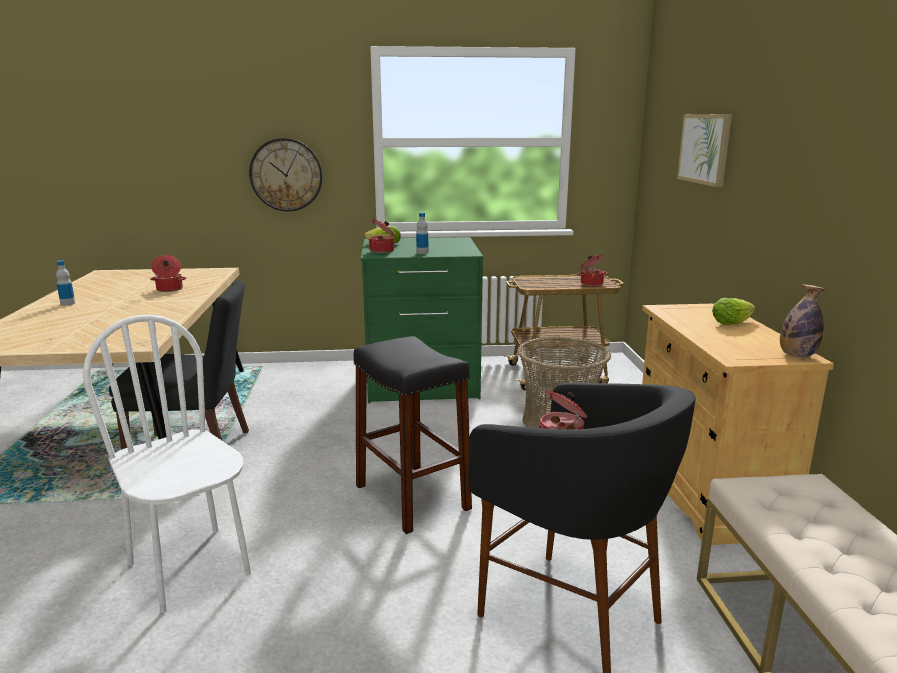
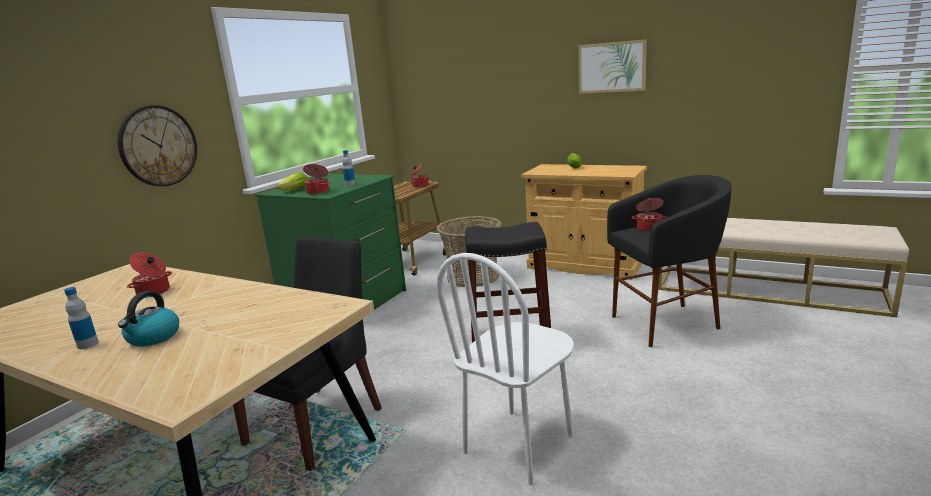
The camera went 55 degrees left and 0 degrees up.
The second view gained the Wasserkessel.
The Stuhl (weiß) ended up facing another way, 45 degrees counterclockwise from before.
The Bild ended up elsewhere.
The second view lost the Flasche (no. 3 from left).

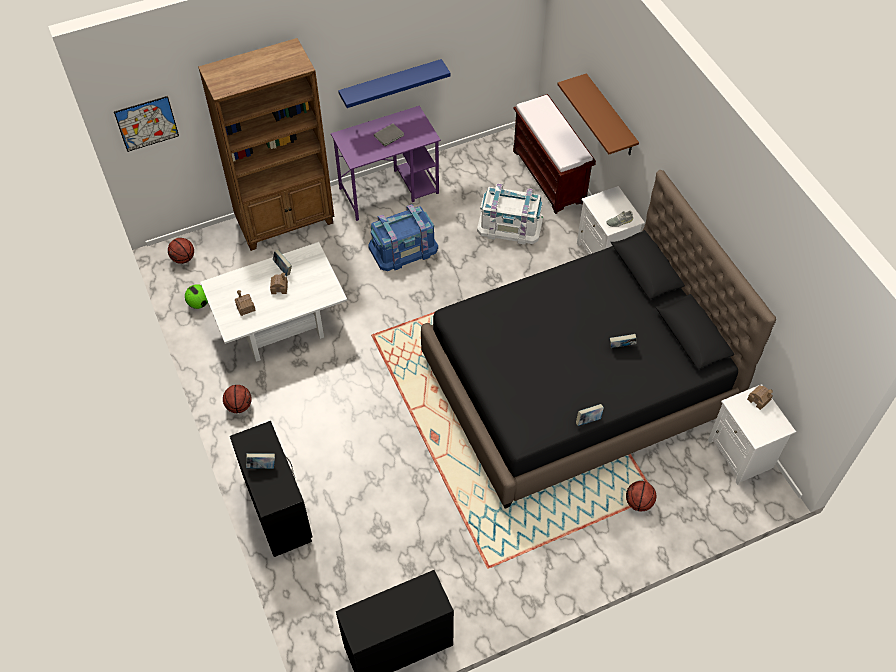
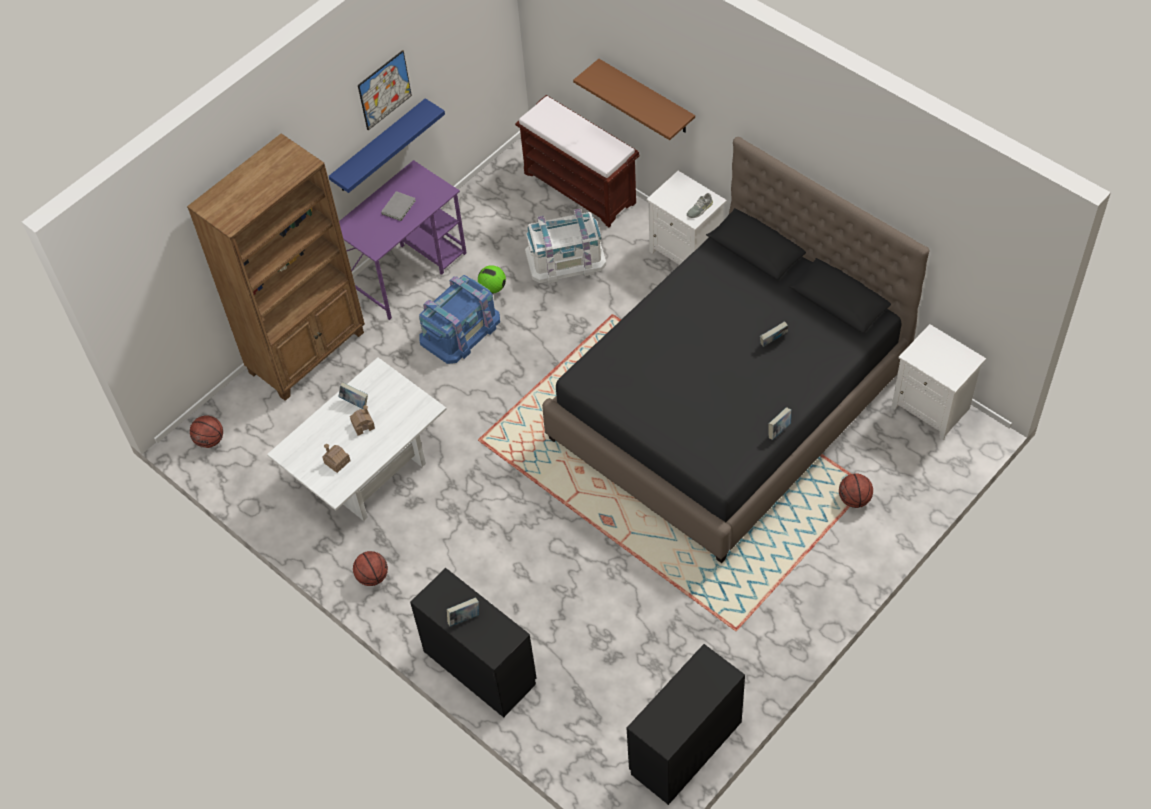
The camera went 20 degrees left and 0 degrees up.
The Bild ended up elsewhere.
The Fußball ended up elsewhere.
The second view lost the Spielzeughaus (no. 3 from left).

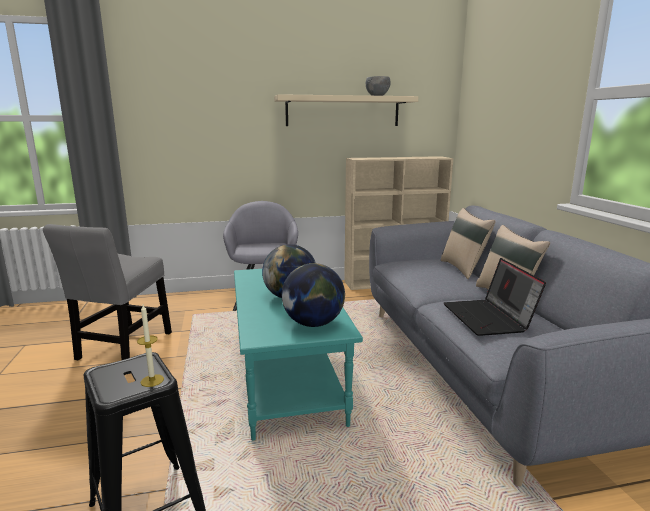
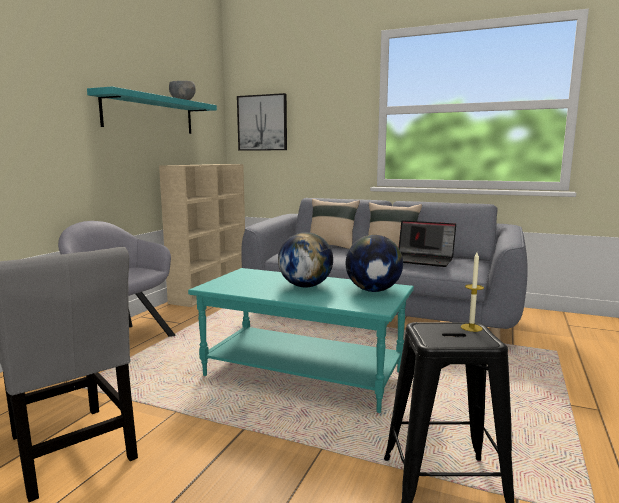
The camera went 55 degrees left and 5 degrees down.
What was the Wandregal (beige) turned into the Wandregal (türkis).
The second view gained the Bild.

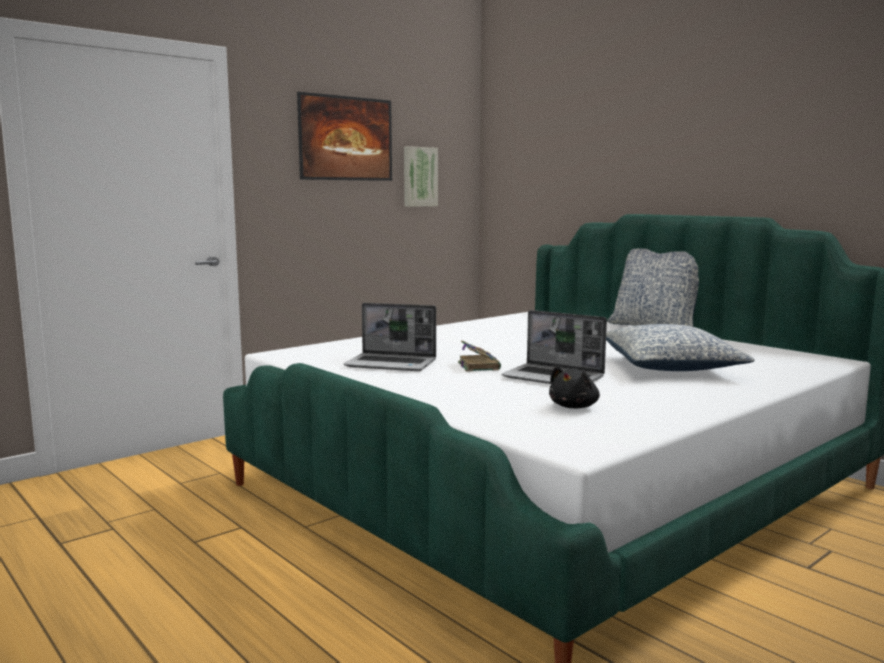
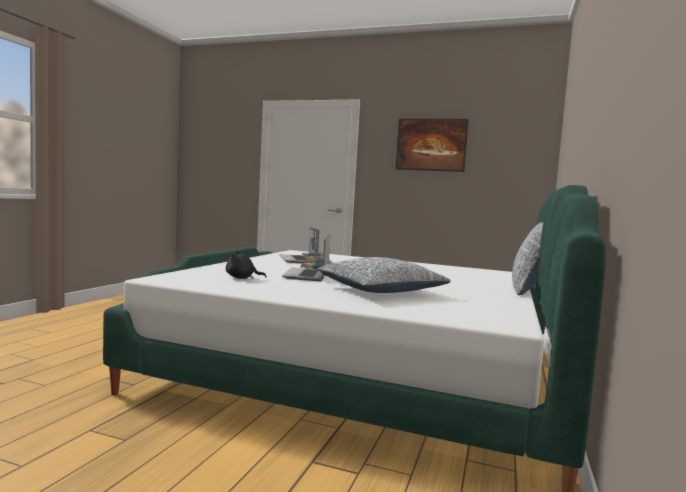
The camera went 60 degrees right and 5 degrees down.
The second view lost the Bild (no. 2 from left).

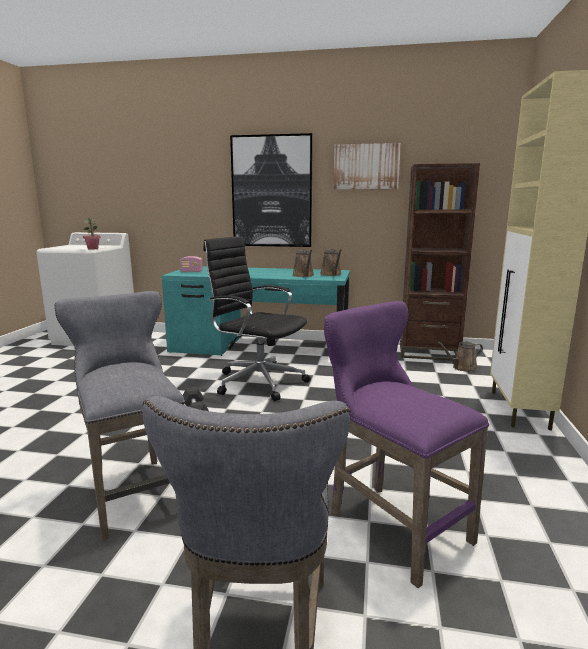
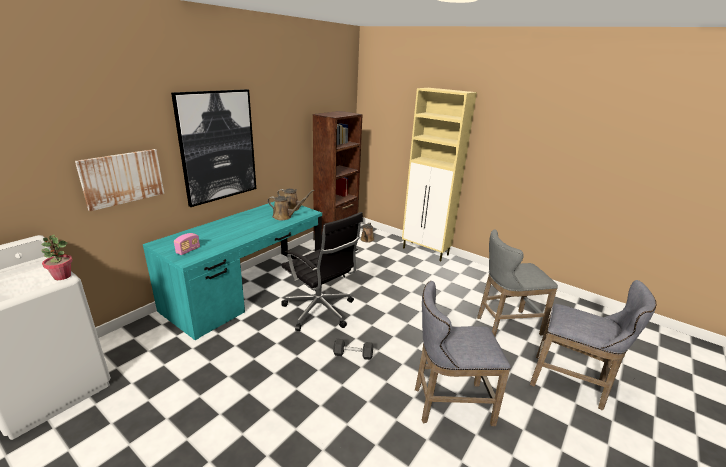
The camera went 65 degrees left and 10 degrees up.
The Bild (no. 2 from left in the first image) ended up elsewhere.
The Bürostuhl (schwarz) ended up facing another way, 105 degrees counterclockwise from before.
What was the Hocker (lila) turned into the Hocker (grau) (no. 2 from left).

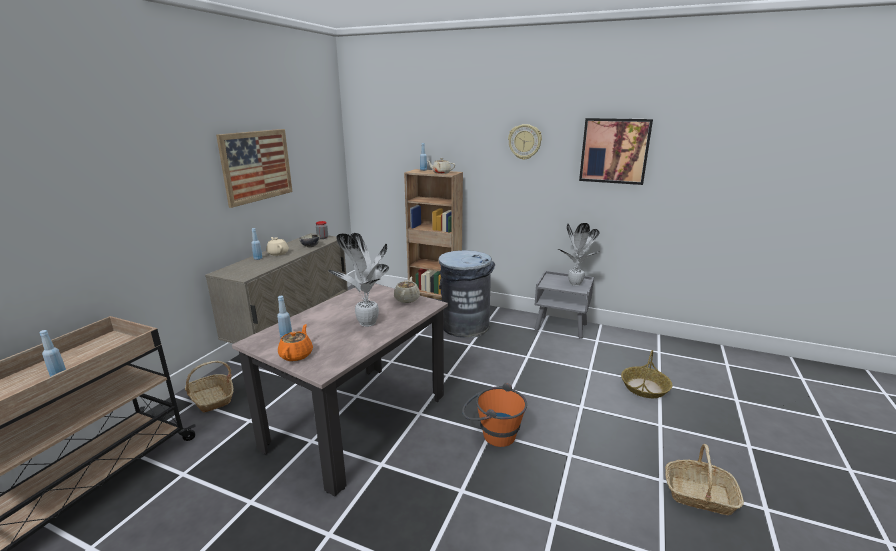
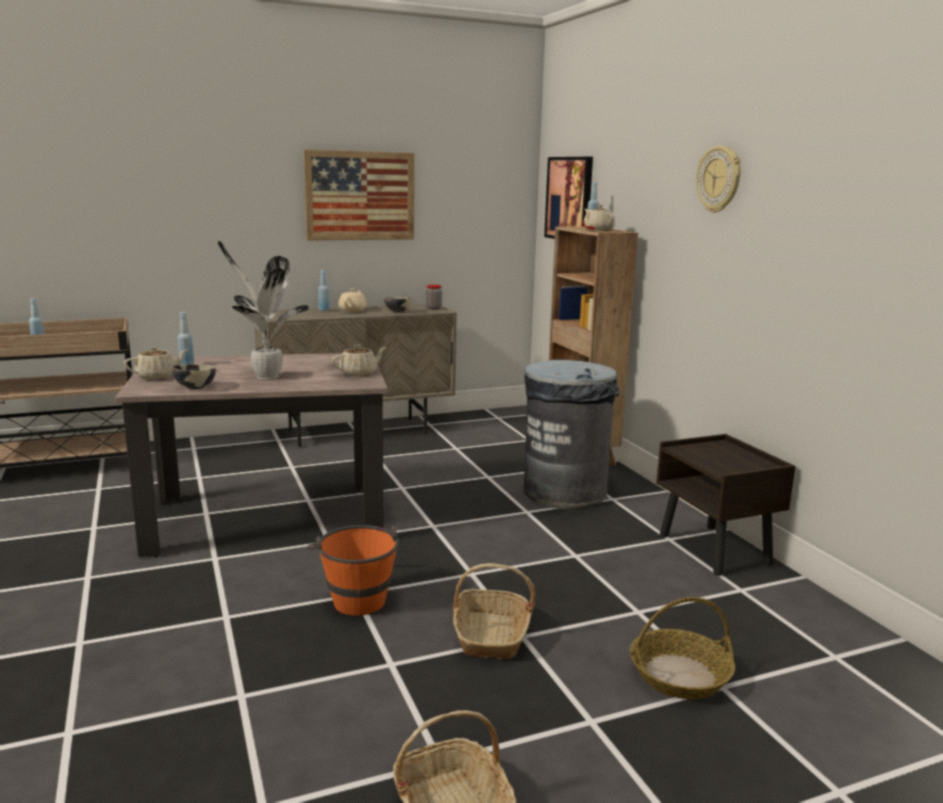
The camera went 45 degrees right and 5 degrees down.
What was the Teekanne (orange) turned into the Teekanne (beige) (no. 1 from left).
The second view gained the Schüssel (no. 1 from left).
The Korb (no. 1 from left in the first image) ended up elsewhere.
The Bild (no. 2 from left) ended up elsewhere.
What was the Nachttisch (grau) turned into the Nachttisch (braun).
The second view lost the Topfpflanze (no. 2 from left).

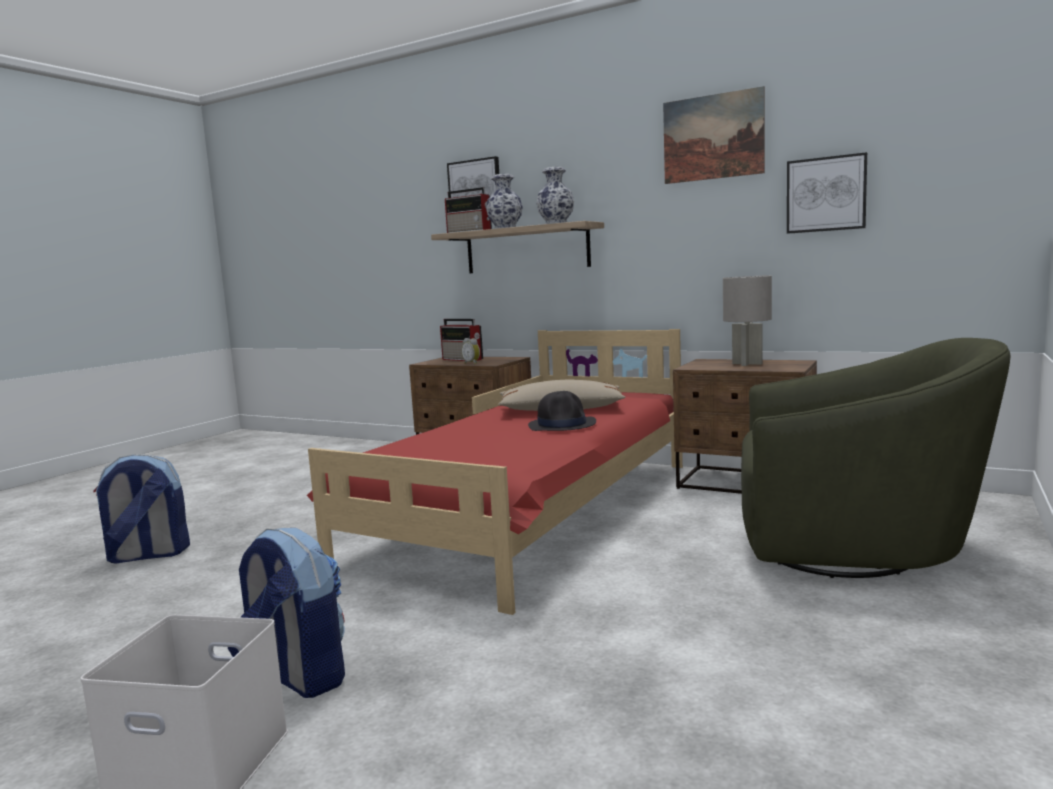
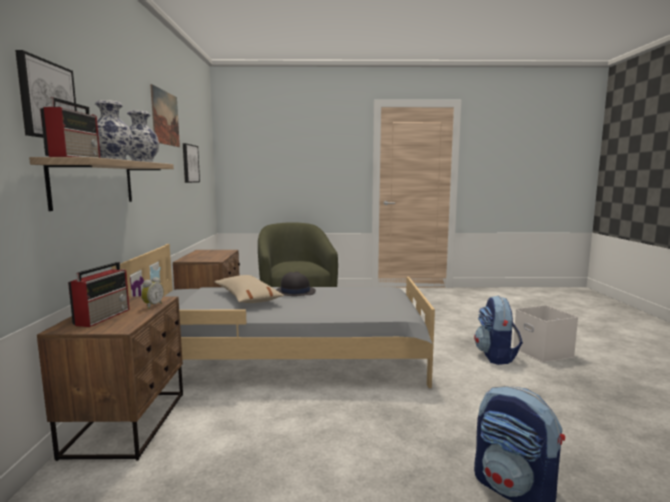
The camera went 120 degrees left and 0 degrees up.
What was the Bett (rot) turned into the Bett (grau).
The second view lost the Tischlampe (grau).

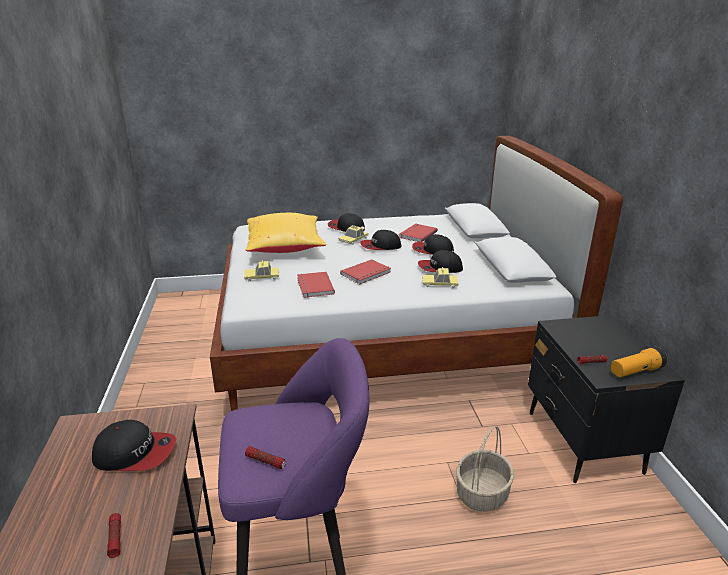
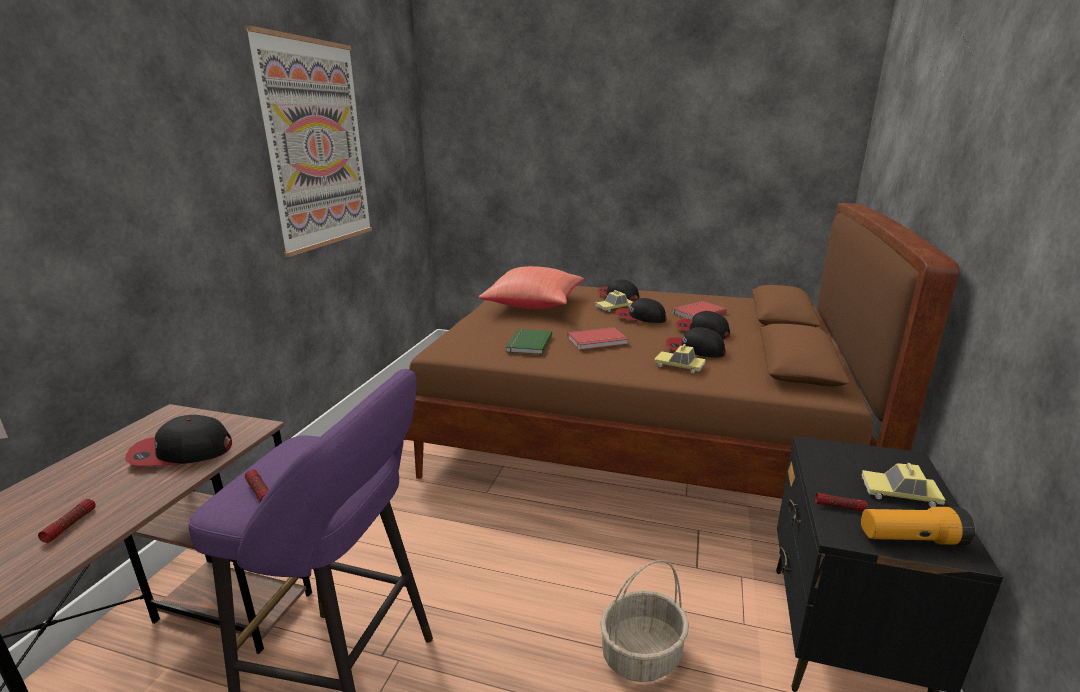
The camera went 25 degrees right and 5 degrees down.
The Kappe (no. 1 from left) ended up facing another way, 135 degrees clockwise from before.
The second view gained the Bild.
What was the Bett (weiß) turned into the Bett (braun).
What was the Kissen (gelb) turned into the Kissen (rot).
What was the Buch (rot) (no. 1 from left) turned into the Buch (grün).
The Spielzeugauto (no. 1 from left in the first image) ended up elsewhere.

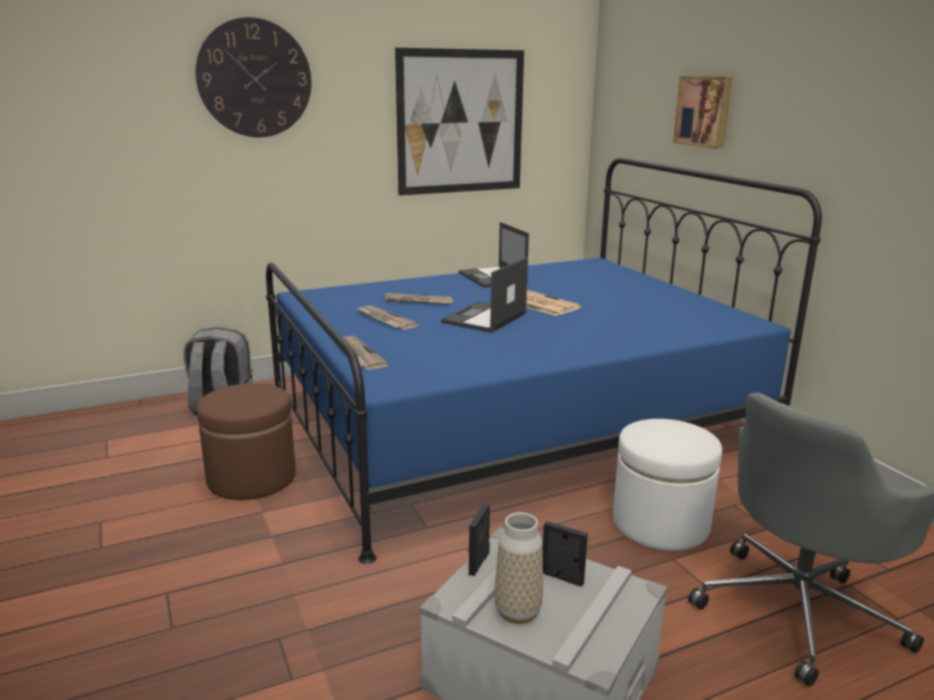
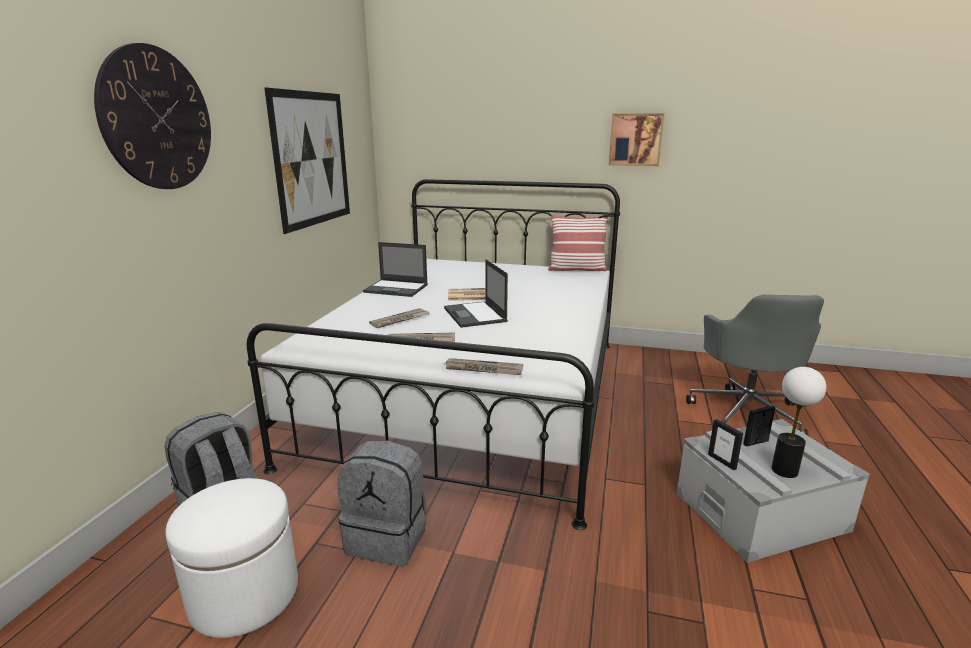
The camera went 50 degrees left and 0 degrees up.
The Polsterhocker (weiß) ended up elsewhere.
What was the Bett (blau) turned into the Bett (weiß).
Where the Polsterhocker (braun) stood, the Rucksack (grau) (no. 2 from left) came to stand.
The second view gained the Kissen.
The Bild (no. 2 from left) ended up elsewhere.
Where the Vase stood, the Tischlampe came to stand.

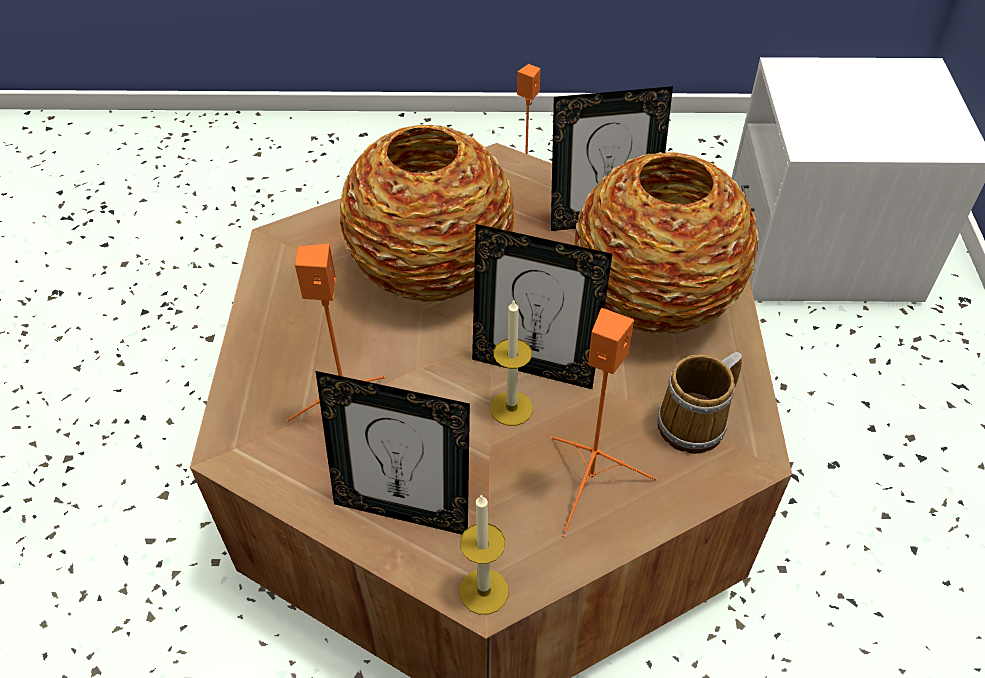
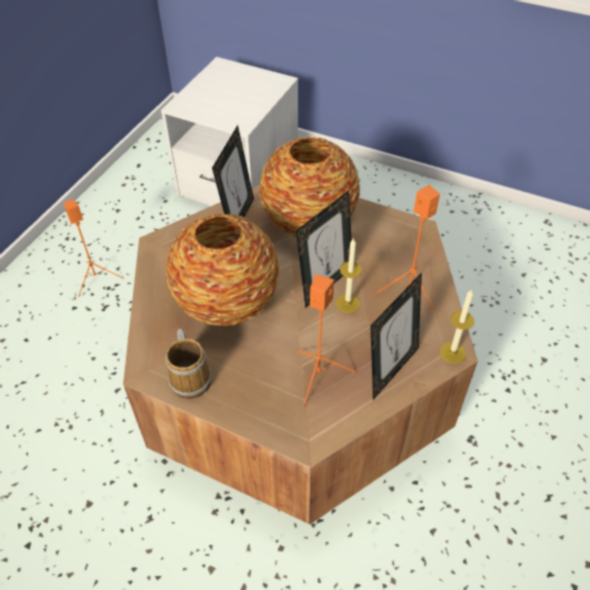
The camera went 65 degrees left and 0 degrees up.
The Henkelbecher ended up elsewhere.

